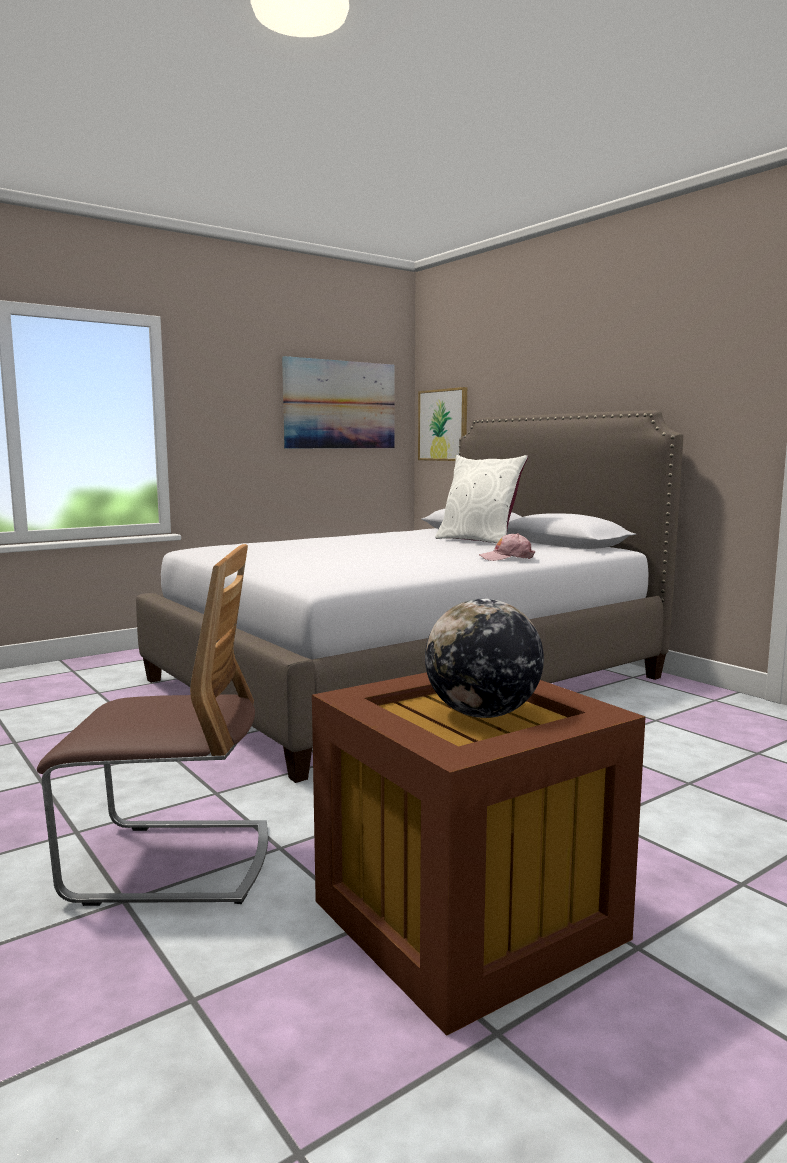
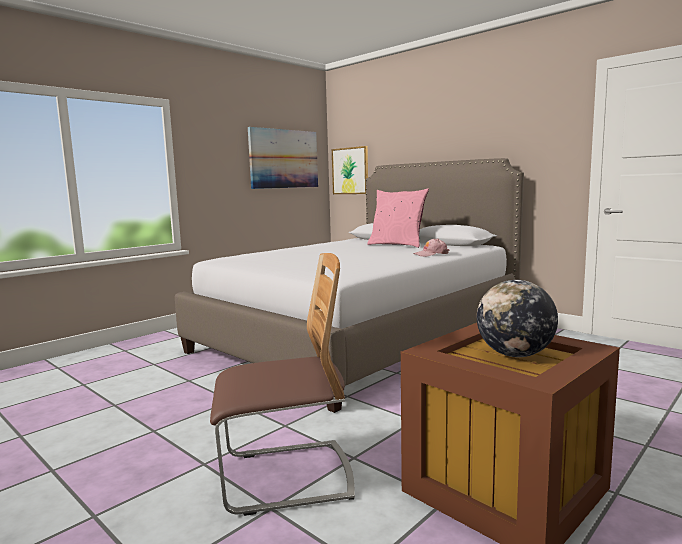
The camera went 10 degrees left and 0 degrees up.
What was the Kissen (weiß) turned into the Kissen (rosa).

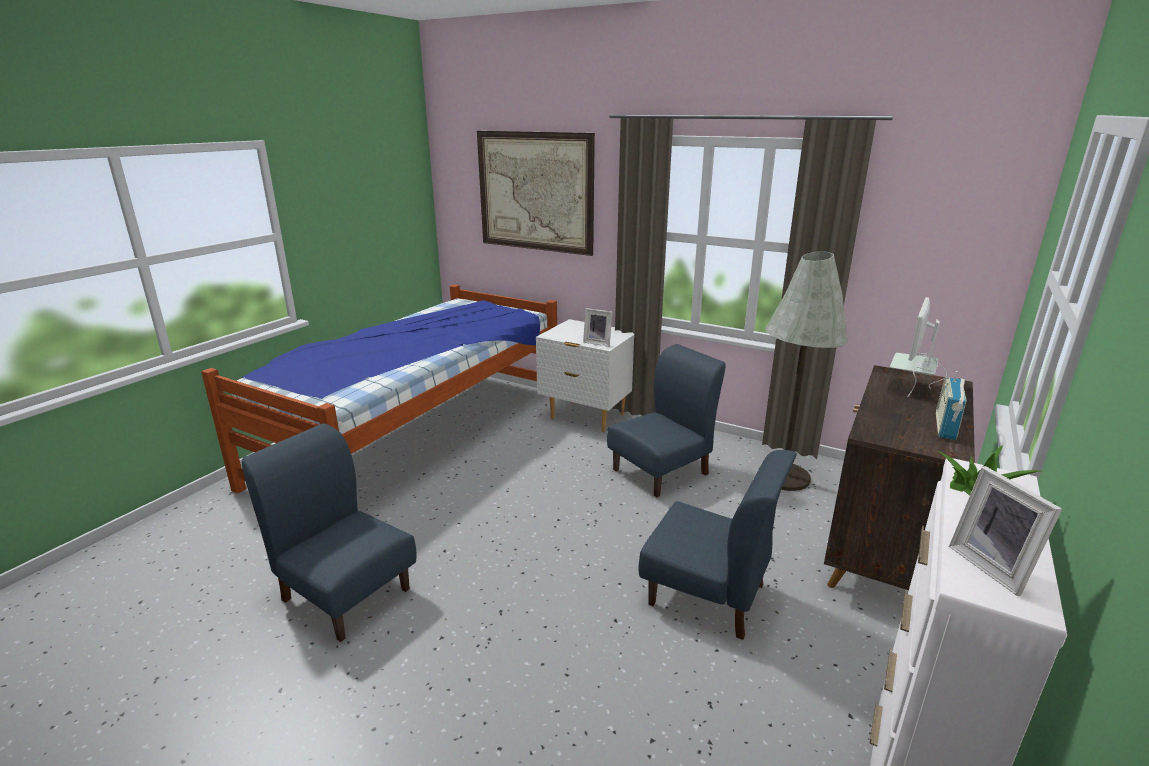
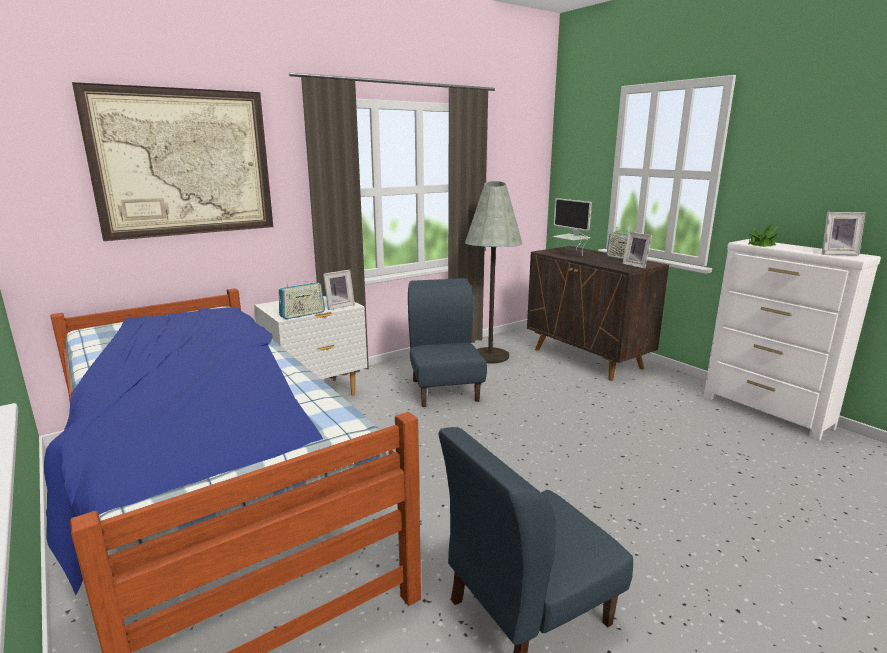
The camera went 65 degrees left and 5 degrees down.
The second view gained the Radio (no. 1 from left).
The second view gained the Bilderrahmen (no. 2 from left).
The second view lost the Stuhl (blau) (no. 3 from left).

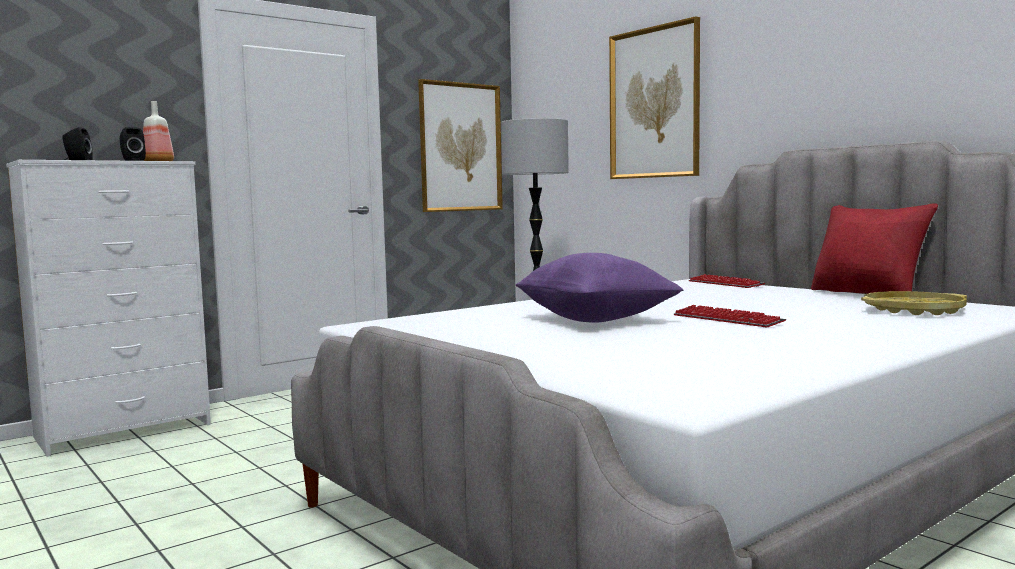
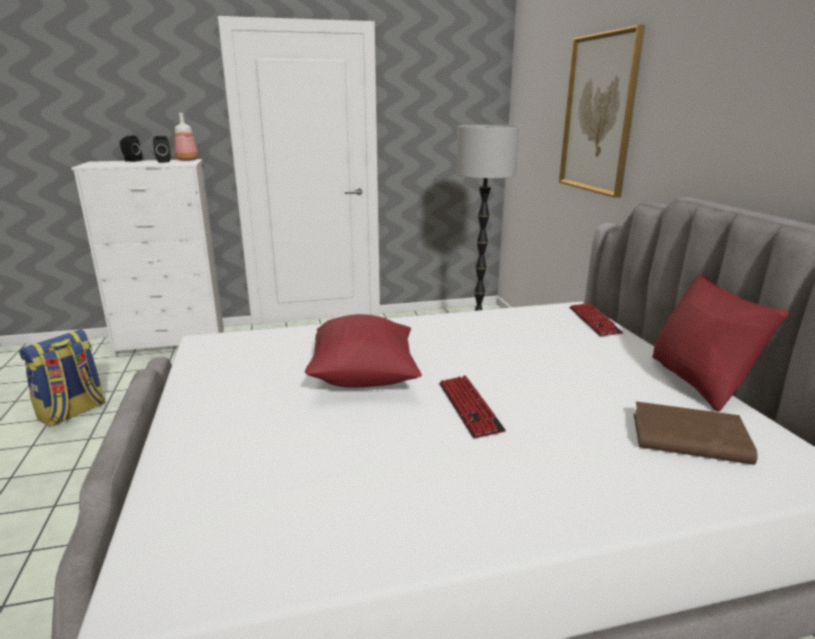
The camera went 25 degrees right and 15 degrees up.
The second view gained the Rucksack.
What was the Kissen (lila) turned into the Kissen (rot) (no. 1 from left).
Where the Tablett (gelb) stood, the Buch (braun) came to stand.
The second view lost the Bild (no. 1 from left).

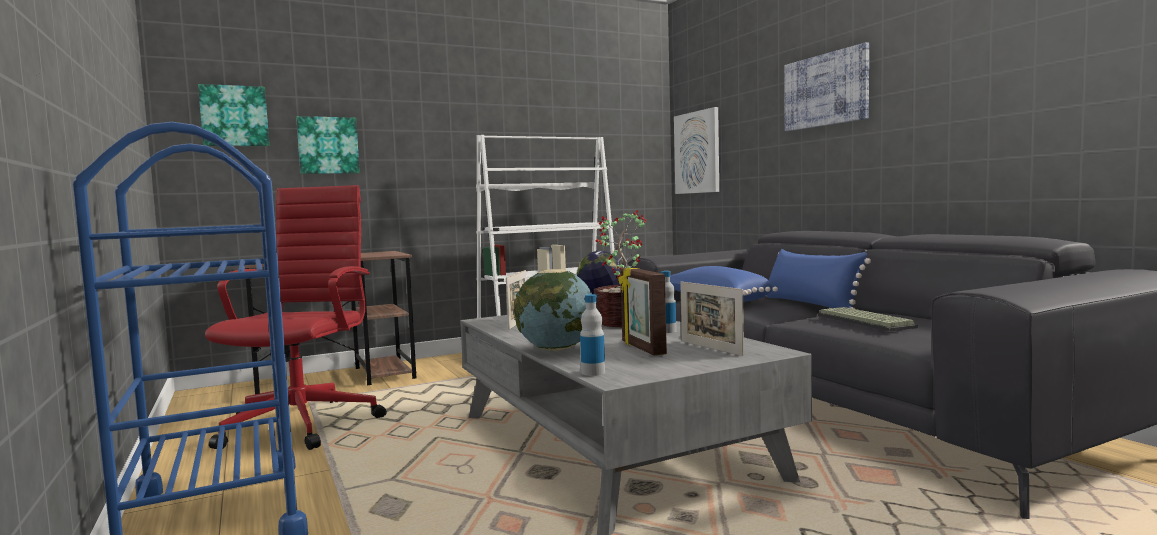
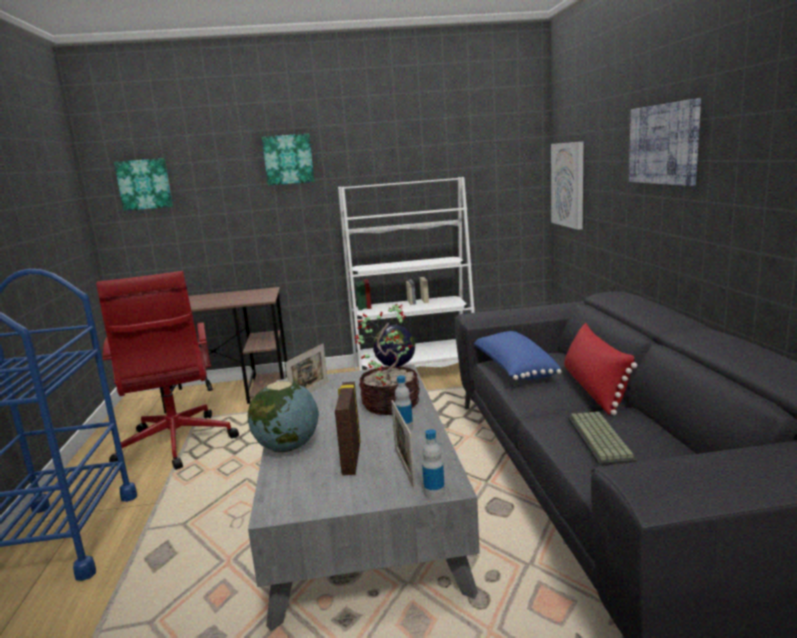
The camera went 20 degrees right and 10 degrees up.
The Bürostuhl (rot) ended up facing another way, 135 degrees clockwise from before.
The Bild (no. 2 from left) ended up elsewhere.
The Flasche (no. 1 from left in the first image) ended up elsewhere.
What was the Kissen (blau) (no. 2 from left) turned into the Kissen (rot).

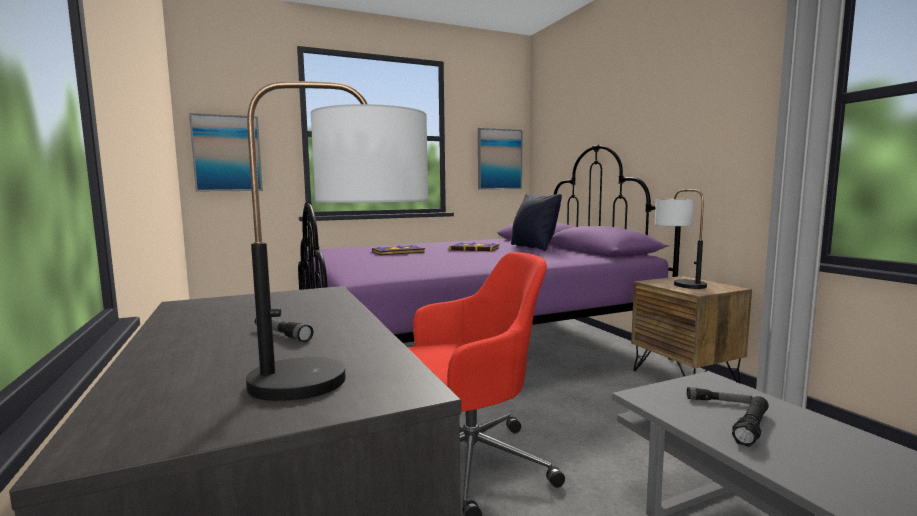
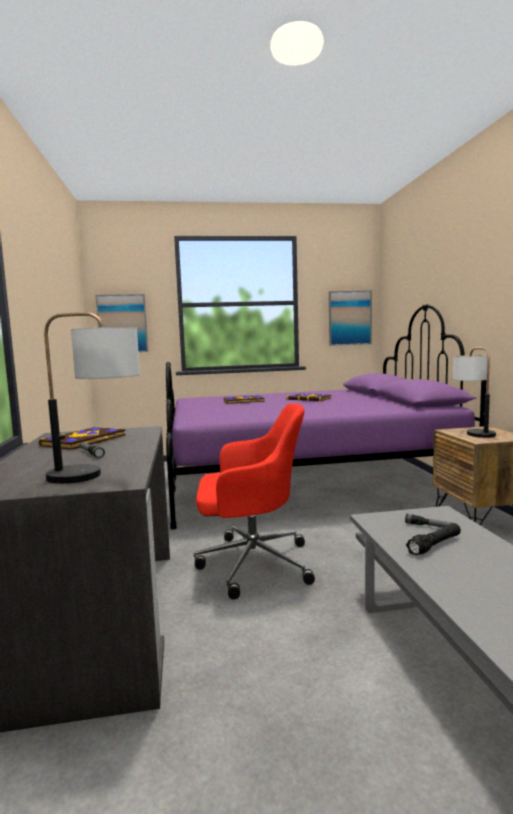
The camera went 15 degrees right and 0 degrees up.
The second view gained the Buch (no. 1 from left).
The second view lost the Kissen (schwarz).

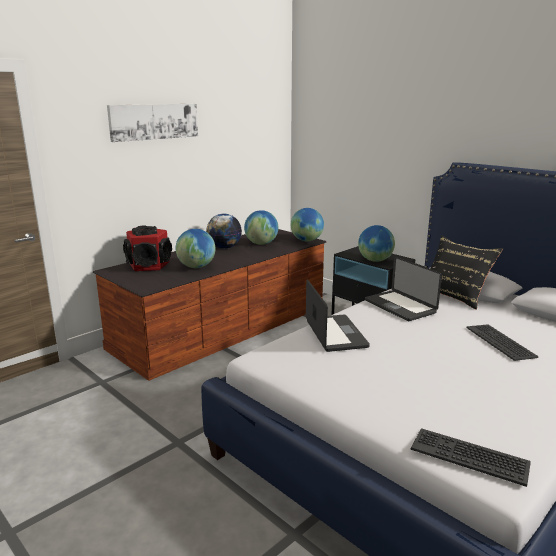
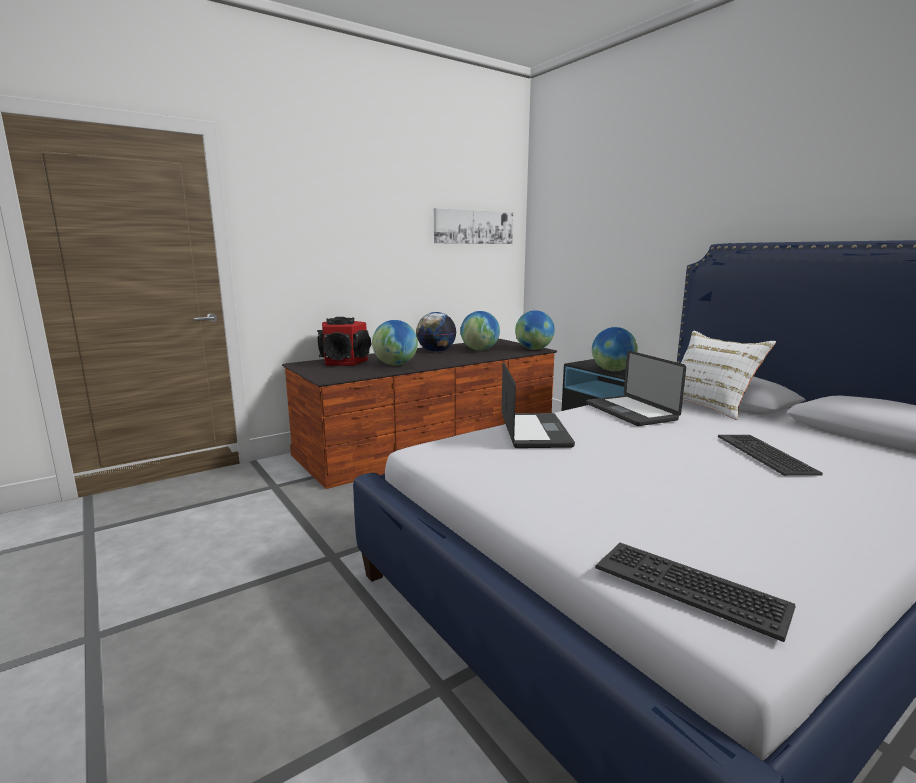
The camera went 10 degrees right and 5 degrees down.
The Bild ended up elsewhere.
What was the Kissen (schwarz) turned into the Kissen (weiß).

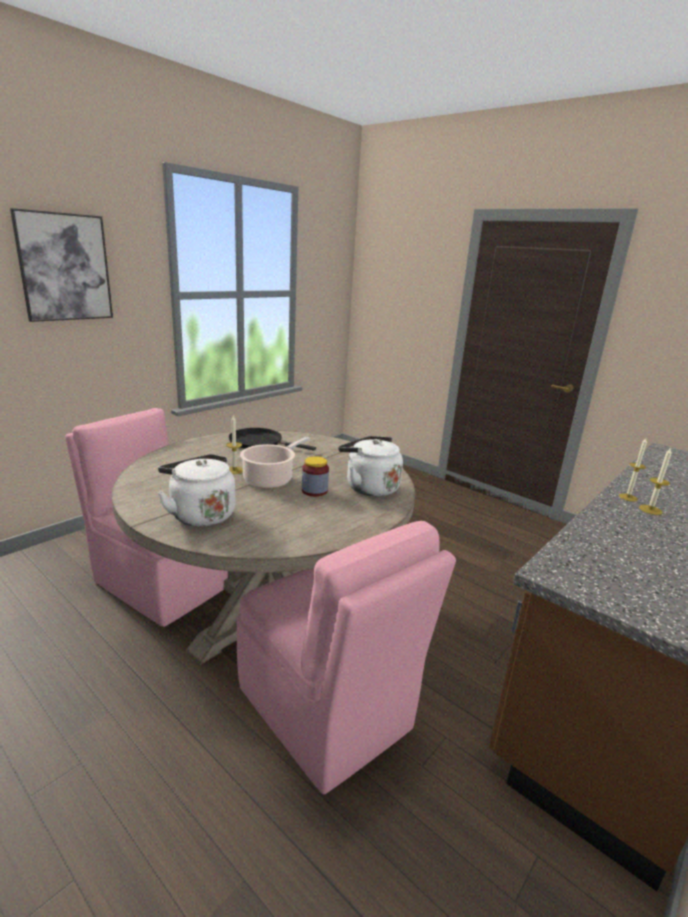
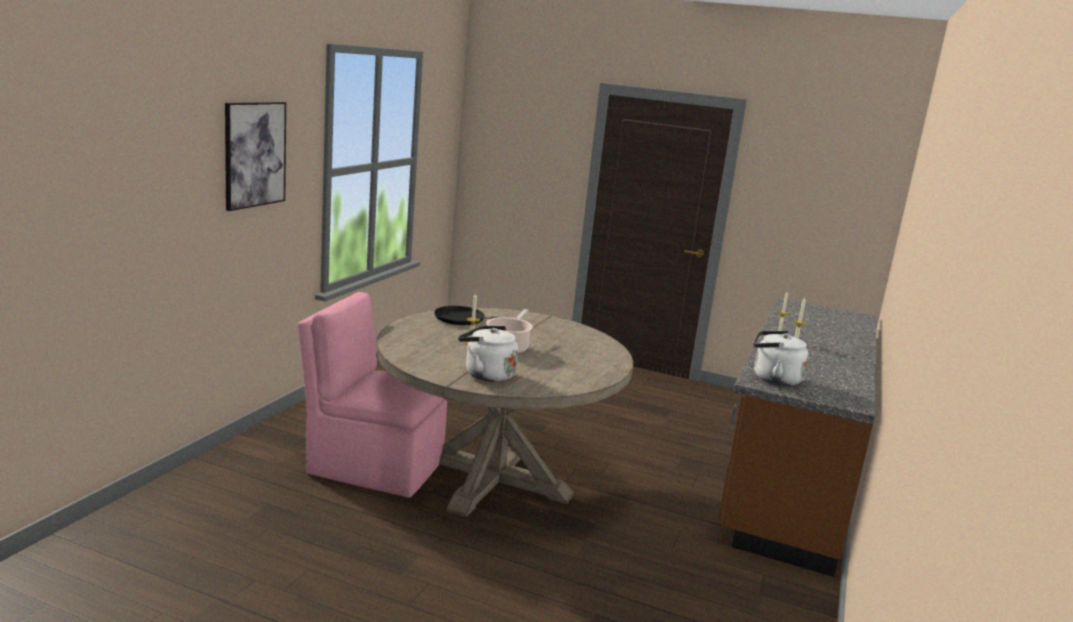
The camera went 20 degrees left and 5 degrees down.
The Wasserkessel (weiß) (no. 2 from left) ended up elsewhere.
The second view lost the Stuhl (rosa) (no. 2 from left).
The second view lost the Vorratsglas.

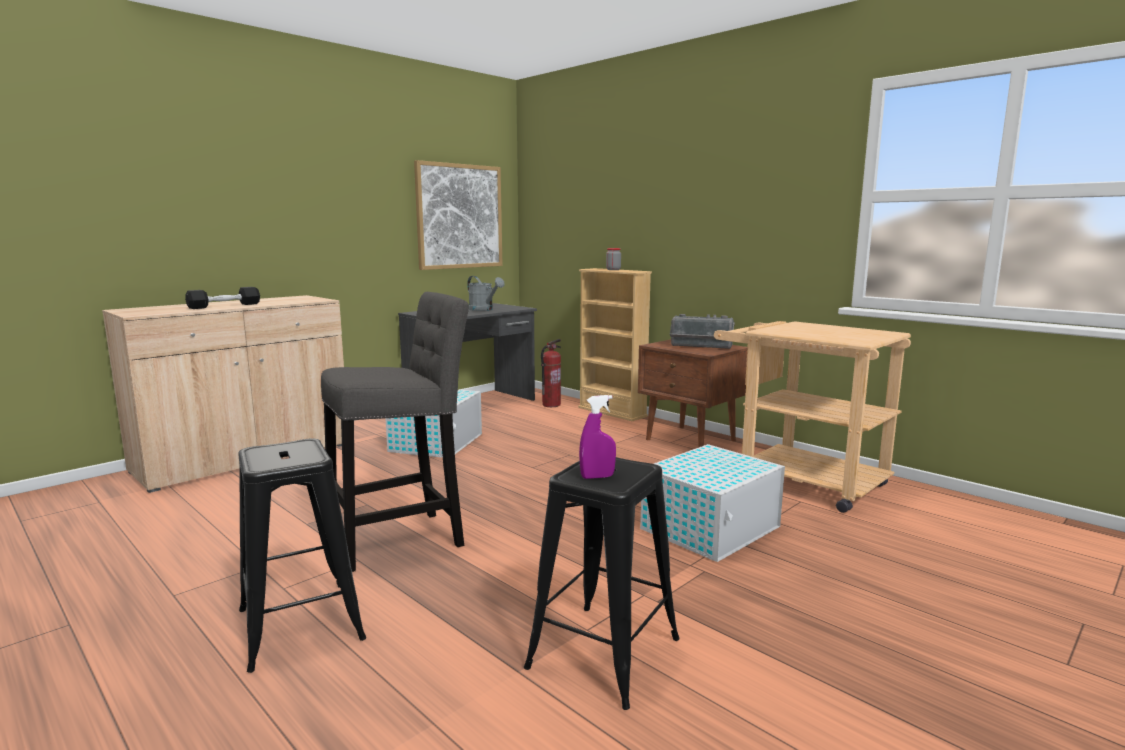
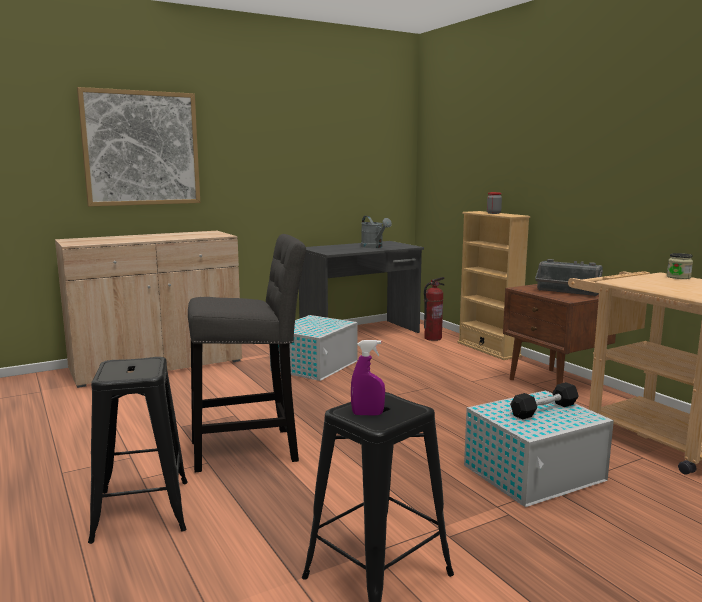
The camera went 15 degrees right and 0 degrees up.
The Bild ended up elsewhere.
The Hantel (schwarz) ended up elsewhere.
The second view gained the Vorratsglas (no. 2 from left).

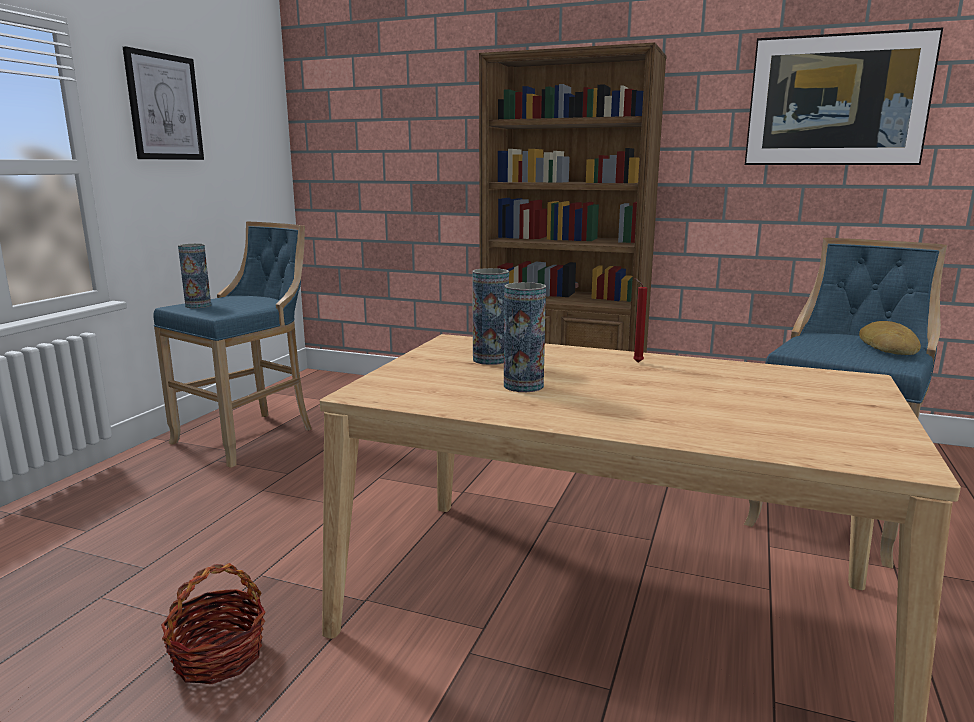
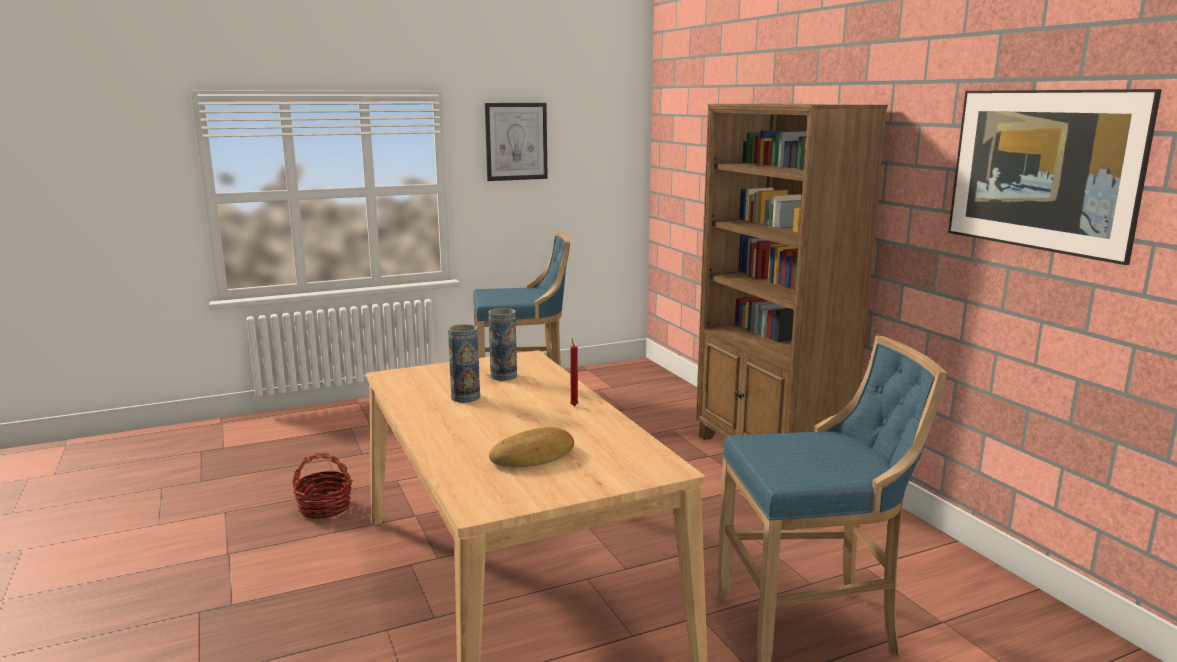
The camera went 45 degrees right and 0 degrees up.
The Brot ended up elsewhere.
The second view lost the Vase (no. 1 from left).

